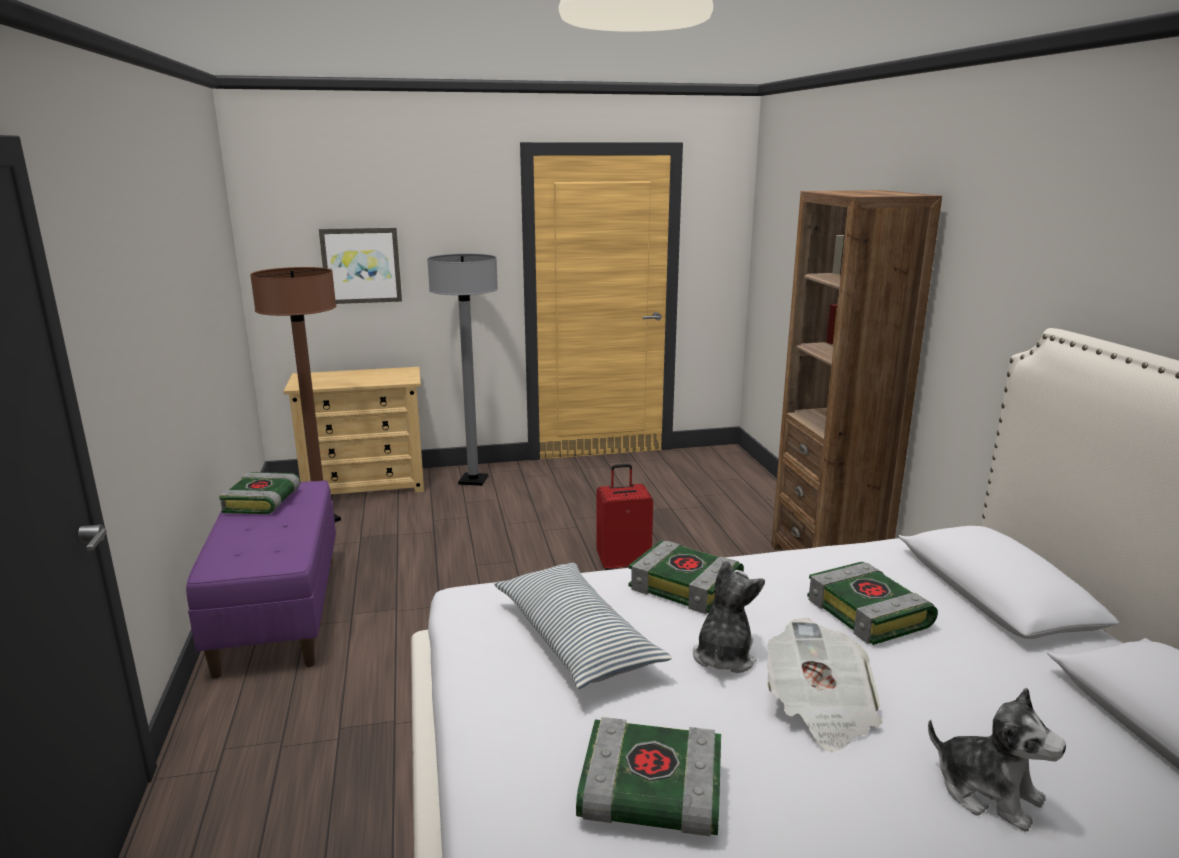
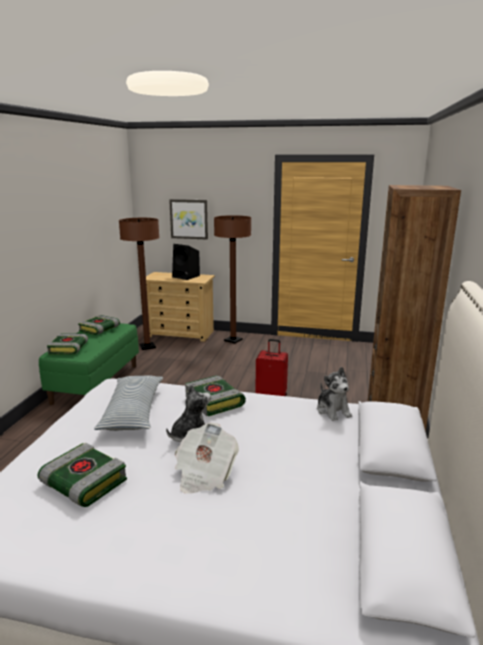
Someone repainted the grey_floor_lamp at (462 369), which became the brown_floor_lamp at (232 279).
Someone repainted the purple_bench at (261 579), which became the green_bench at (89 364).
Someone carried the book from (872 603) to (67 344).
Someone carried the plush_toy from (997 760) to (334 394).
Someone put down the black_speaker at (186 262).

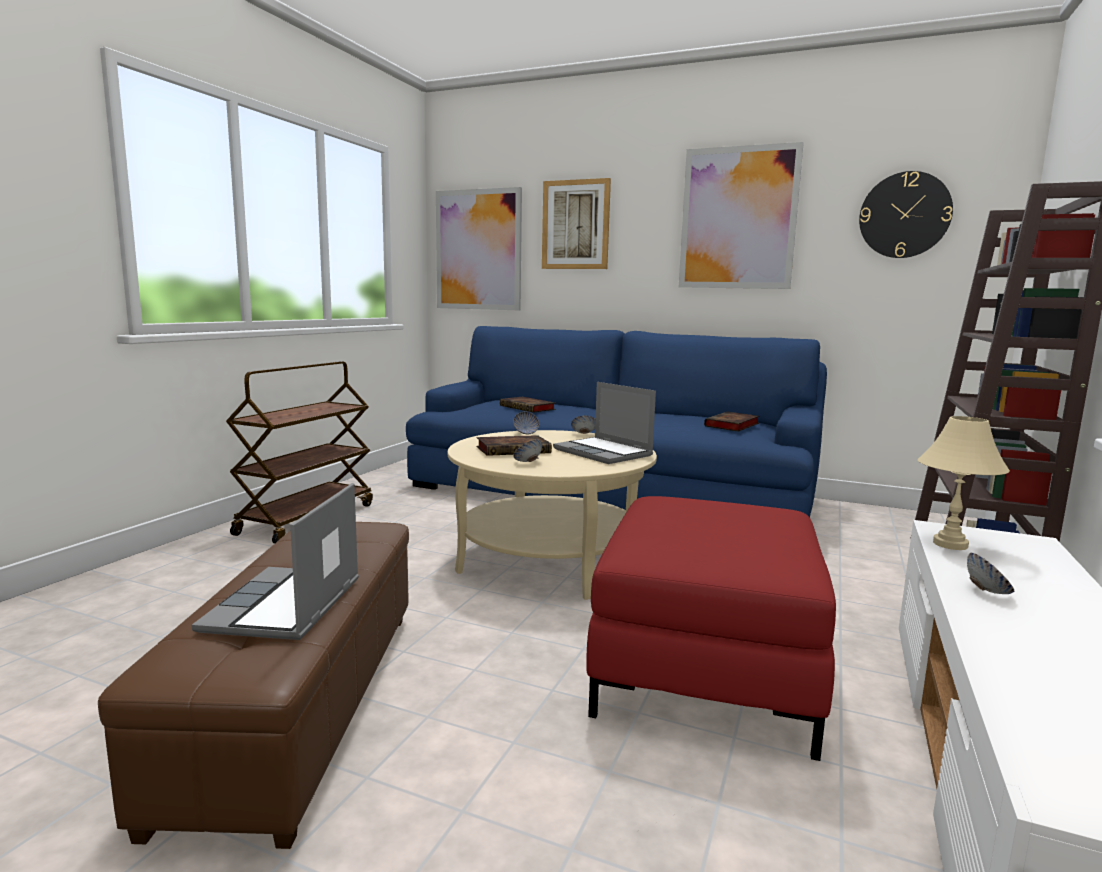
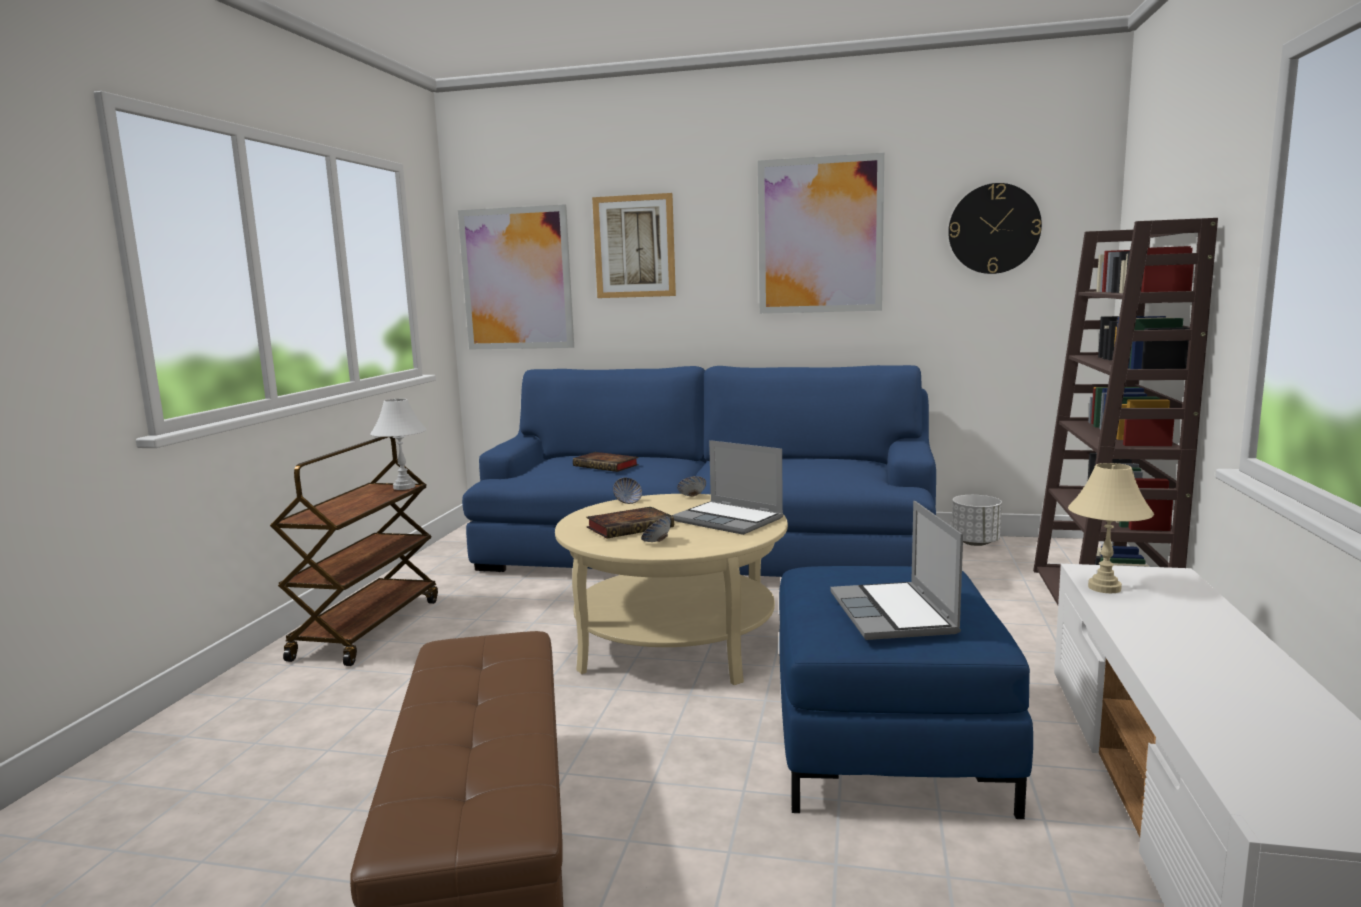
Someone took away the book at (731 421).
Someone carried the laptop from (275 561) to (896 570).
Someone repainted the red_ottoman at (711 628), which became the blue_ottoman at (906 692).
Someone took away the bowl at (990 573).
Someone put down the white_table_lamp at (398 444).
Someone put down the white_planter at (977 520).

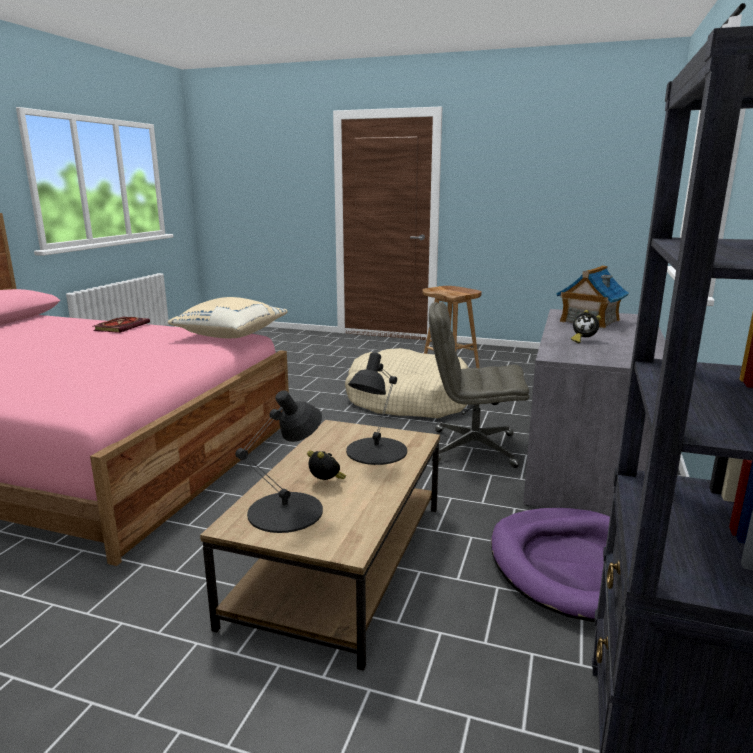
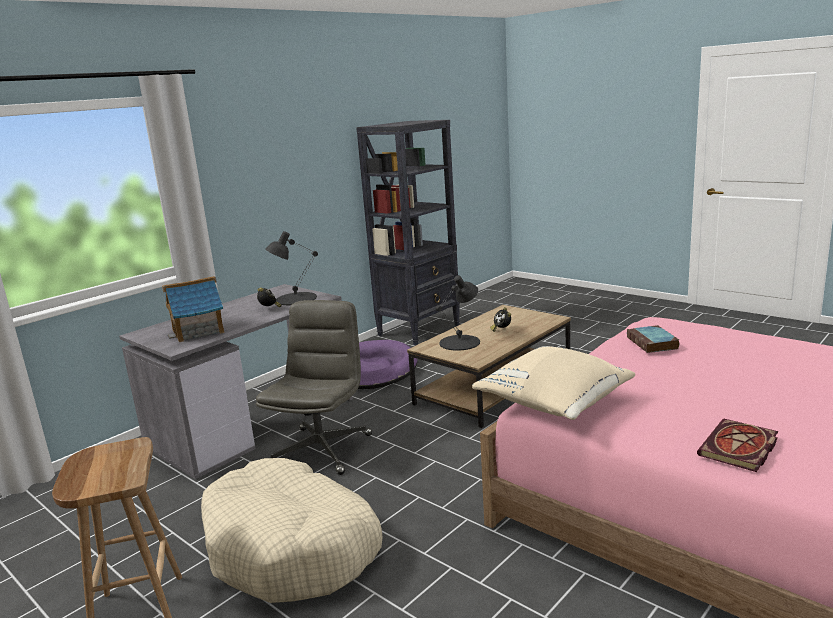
Someone rotated the grey_office_chair at (479 385) by 105 degrees counterclockwise.
Someone carried the black_table_lamp from (279 461) to (291 268).
Someone put down the book at (653 339).

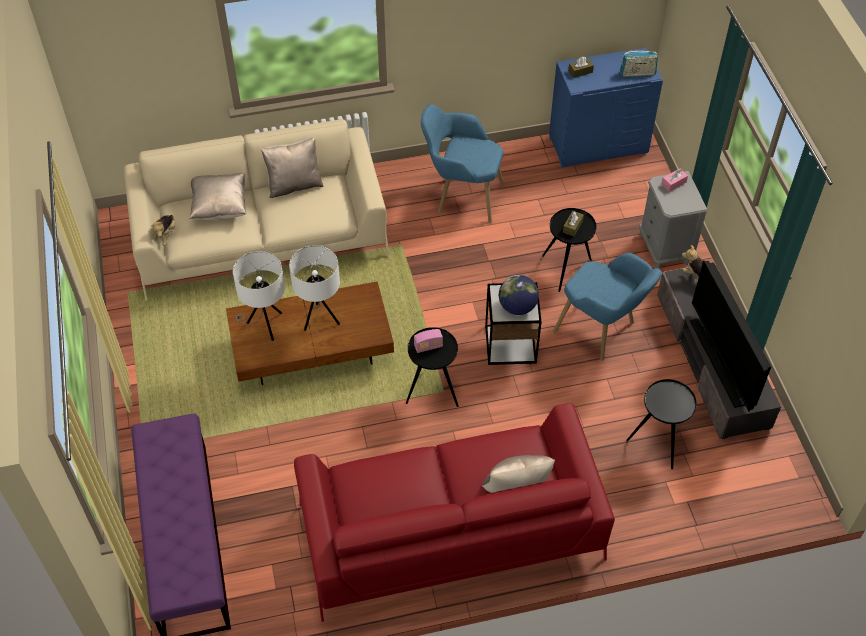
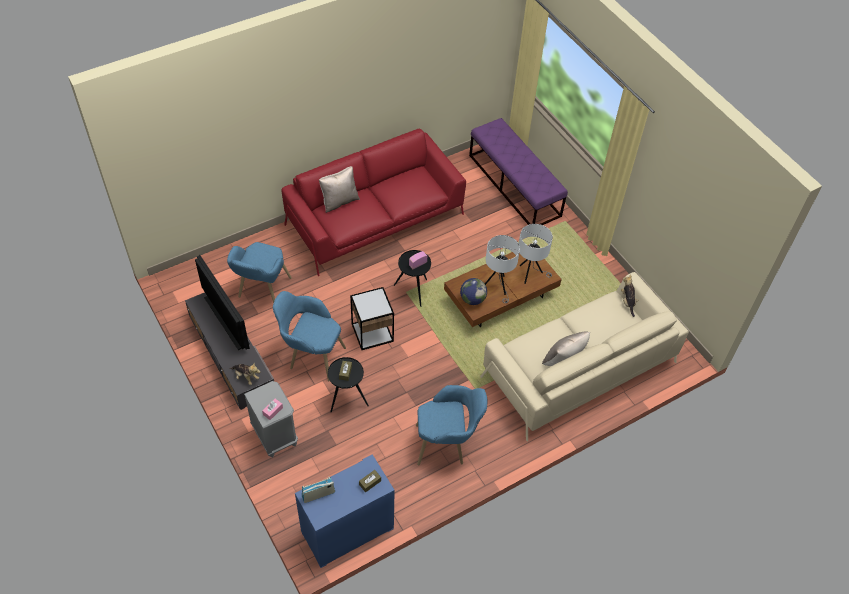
Someone took away the beige_pillow at (218 196).
Someone carried the globe from (519 295) to (473 291).
Someone swapped the black_side_table at (661 424) for the blue_armchair at (259 272).

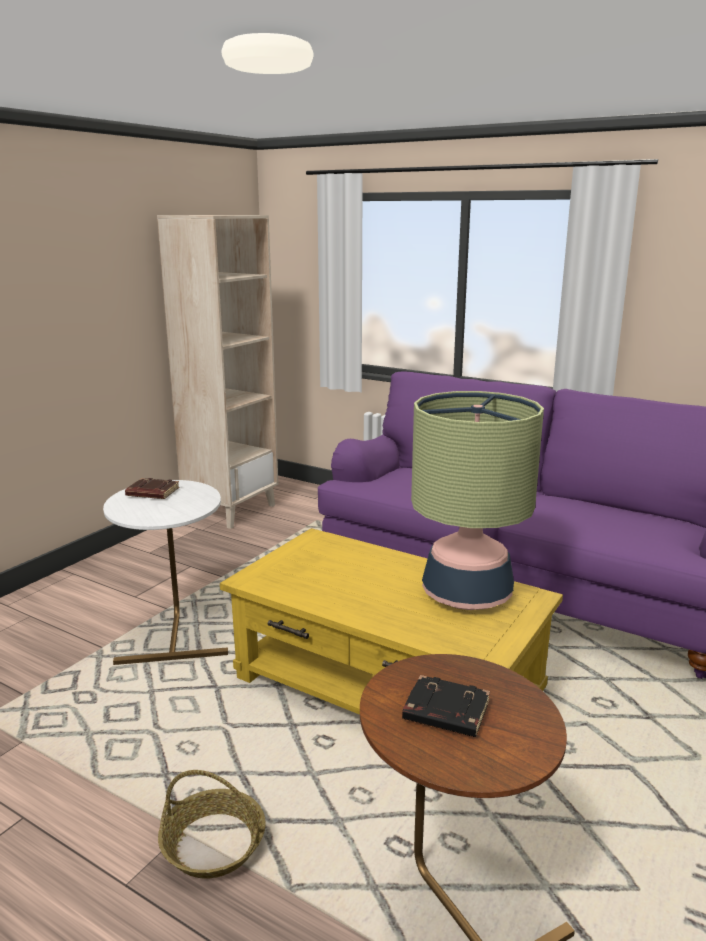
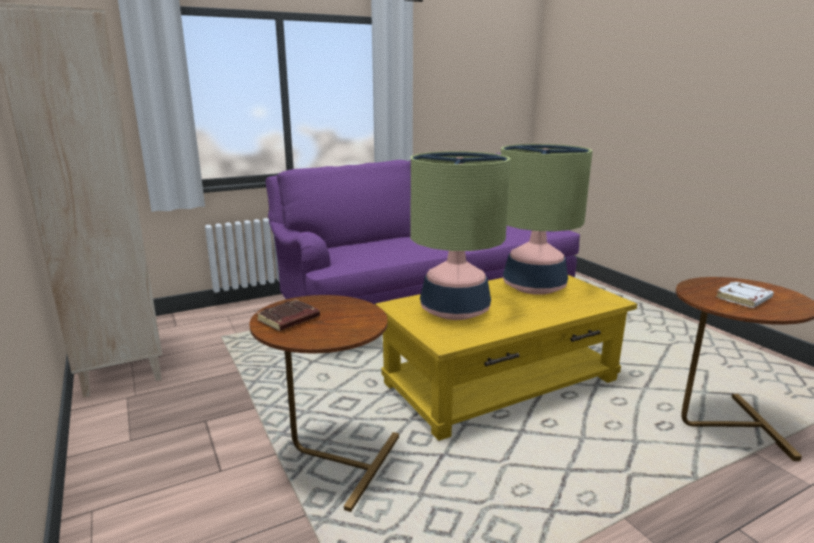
Someone repainted the white_side_table at (165 572), which became the brown_side_table at (324 403).
Someone repainted the black_book at (446 706), which became the white_book at (744 294).
Someone took away the basket at (212 824).
Someone put down the table_lamp at (461 235).

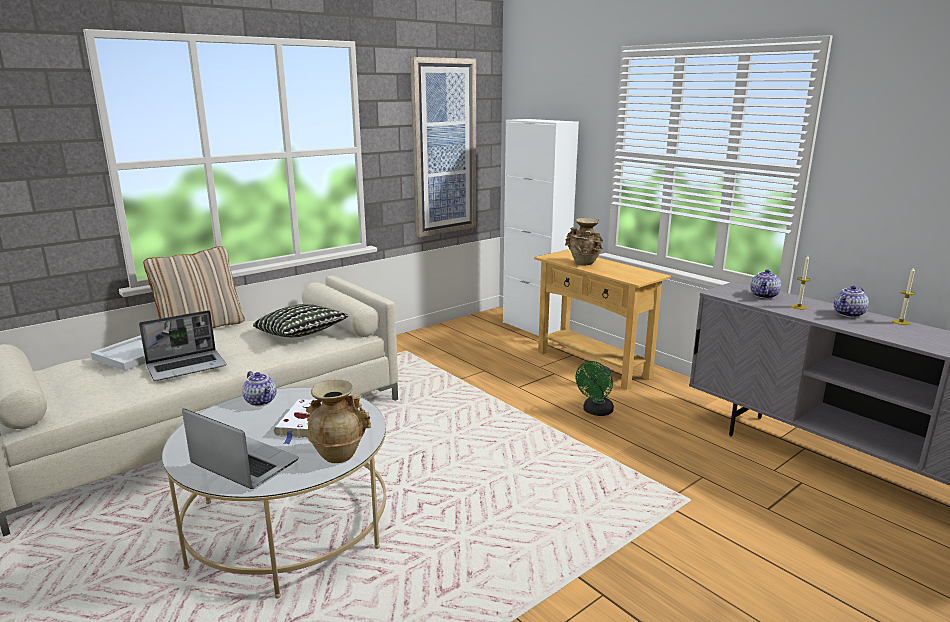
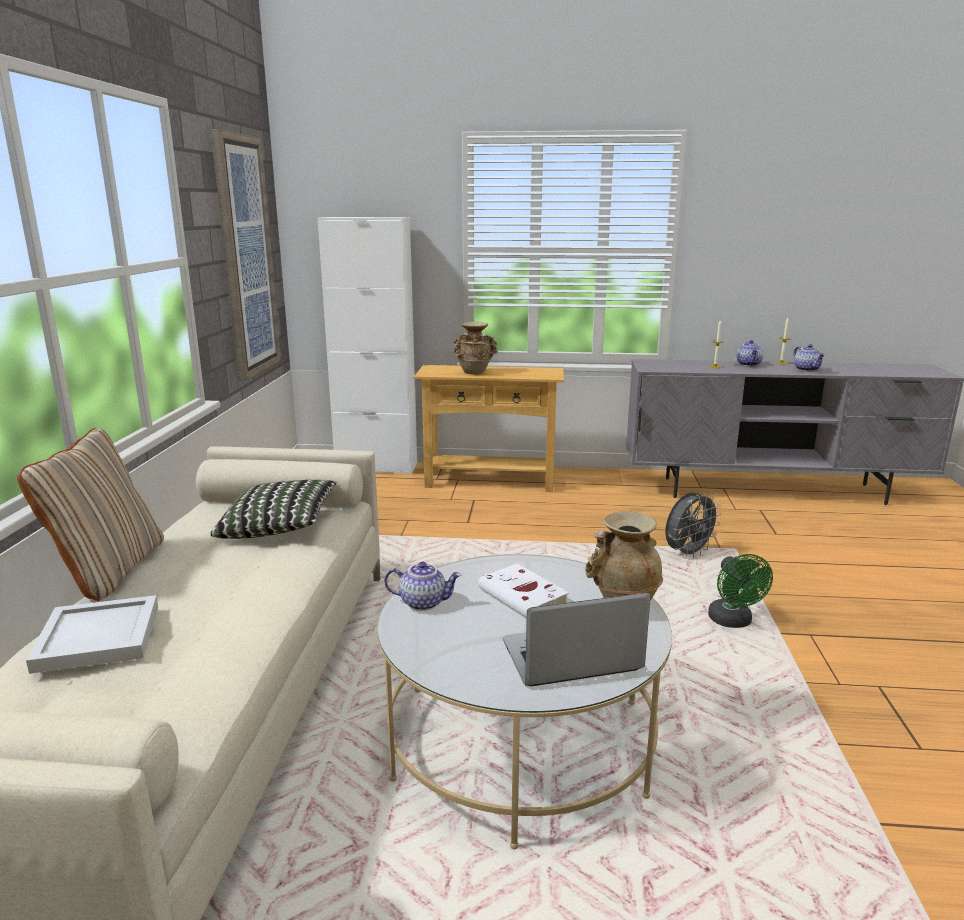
Someone carried the teapot from (765 284) to (809 358).
Someone took away the laptop at (183 345).
Someone carried the green_fan from (594 388) to (740 591).
Someone put down the grey_fan at (693 525).

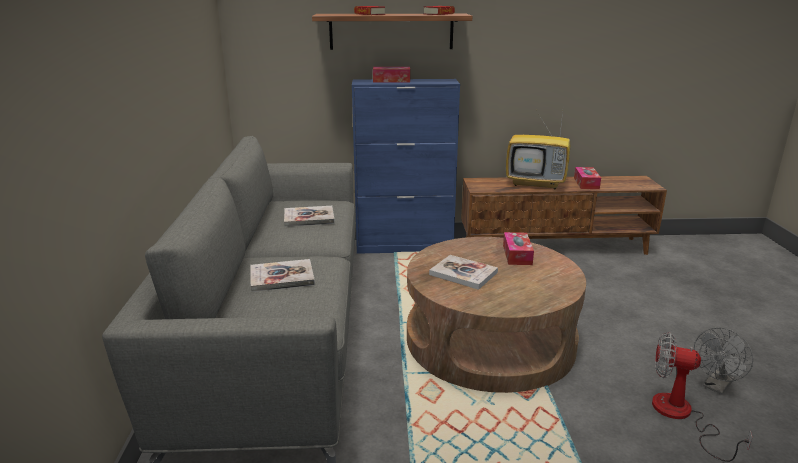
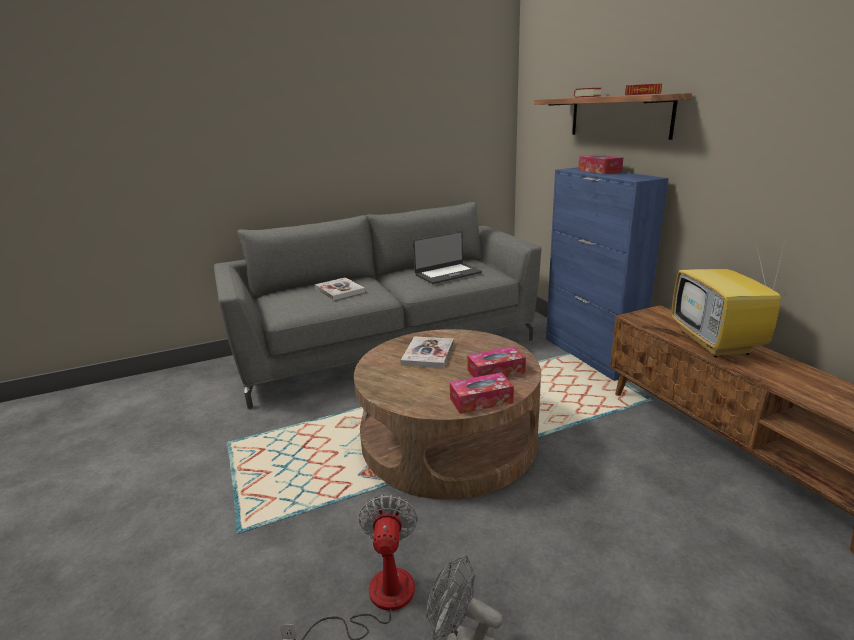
Someone carried the tissue_box from (587 178) to (482 393).
Someone swapped the book at (309 216) for the laptop at (447 257).

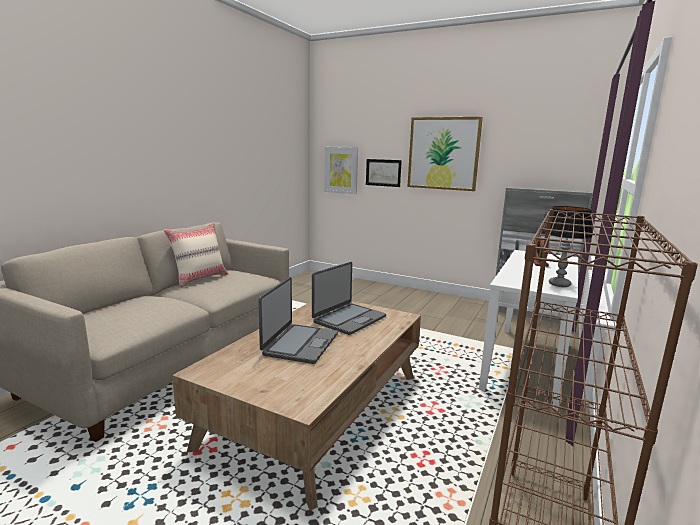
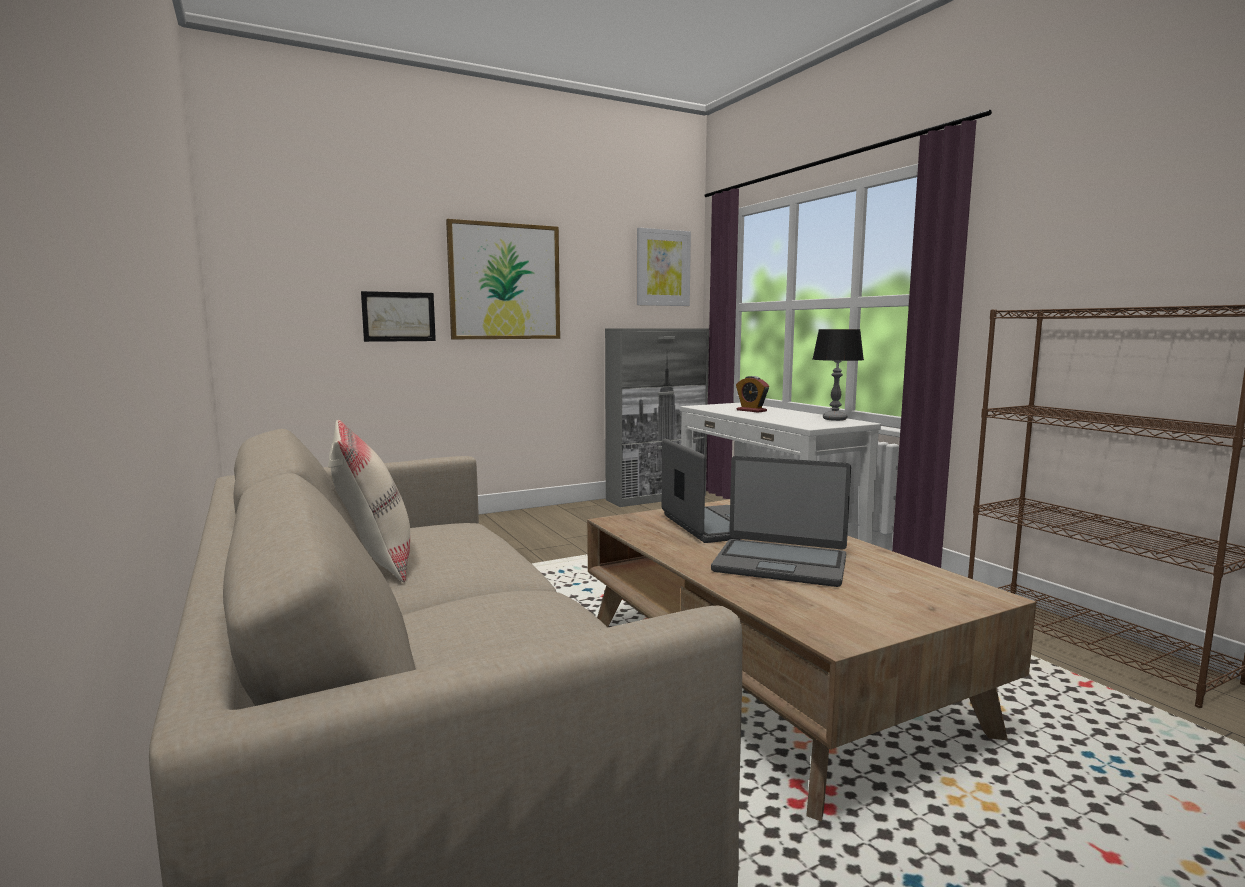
Someone carried the picture from (341 170) to (664 266).
Someone rotated the laptop at (298 320) by 150 degrees clockwise.

